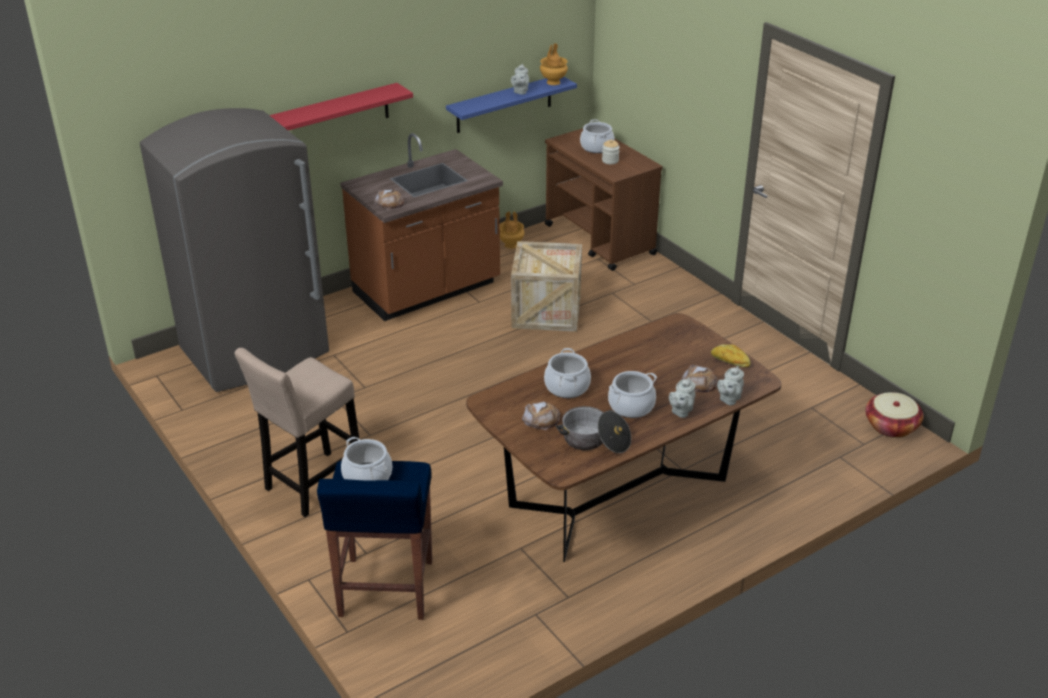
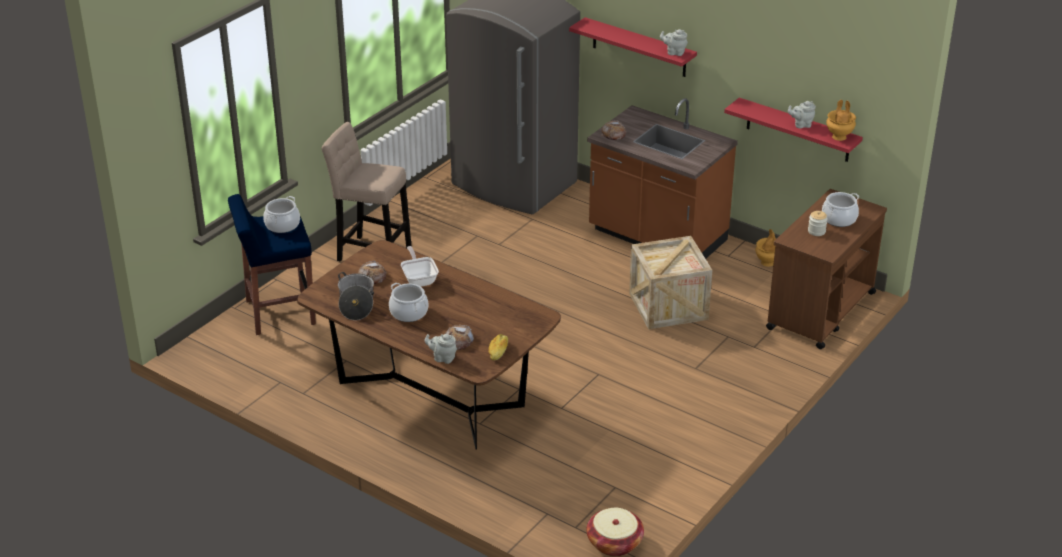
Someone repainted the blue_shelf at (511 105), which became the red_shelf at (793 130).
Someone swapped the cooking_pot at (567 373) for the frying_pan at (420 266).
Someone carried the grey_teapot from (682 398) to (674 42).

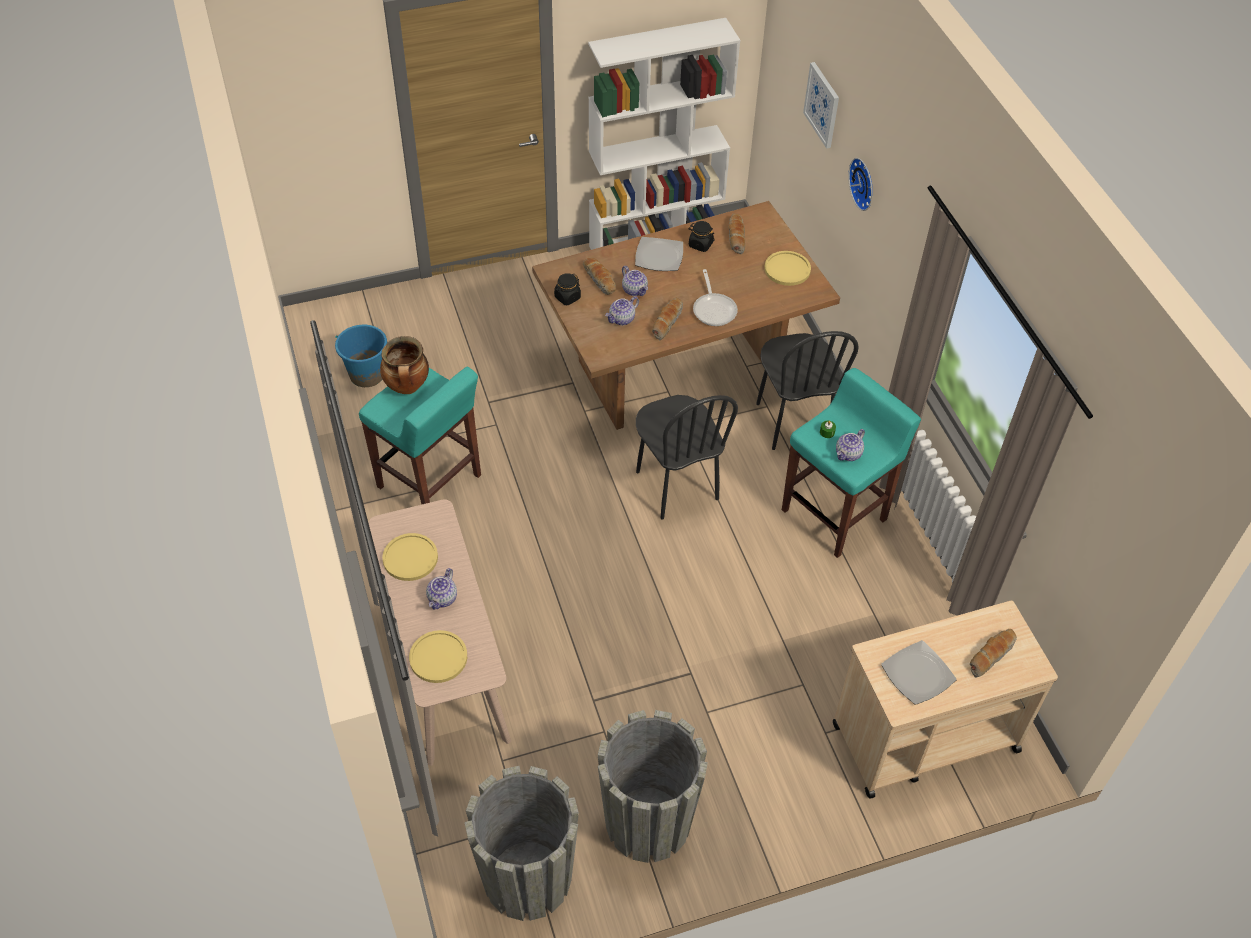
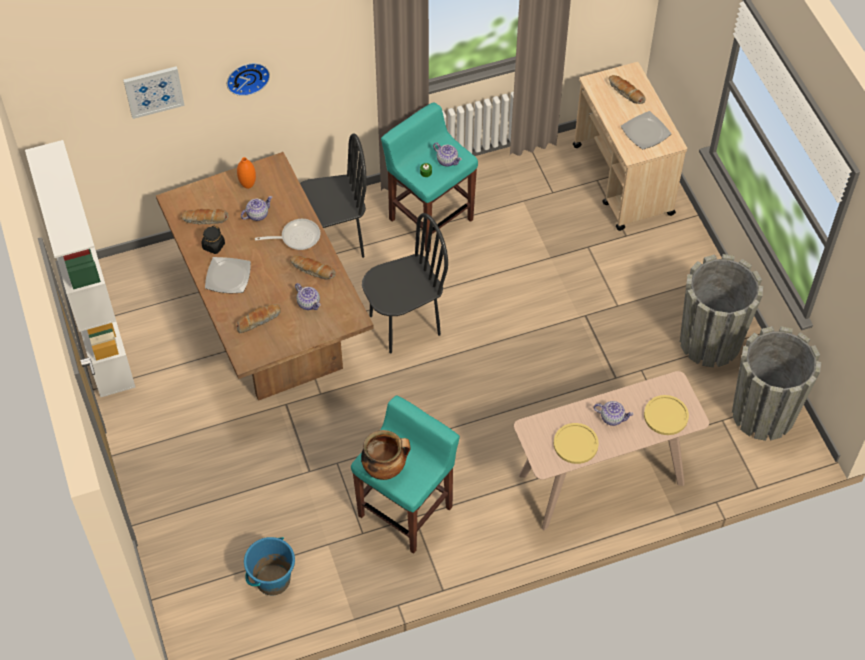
Someone swapped the yellow_plate at (787 268) for the orange_vase at (246 173).
Someone carried the teapot from (635 281) to (256 208).
Someone took away the black_jar at (567 289).

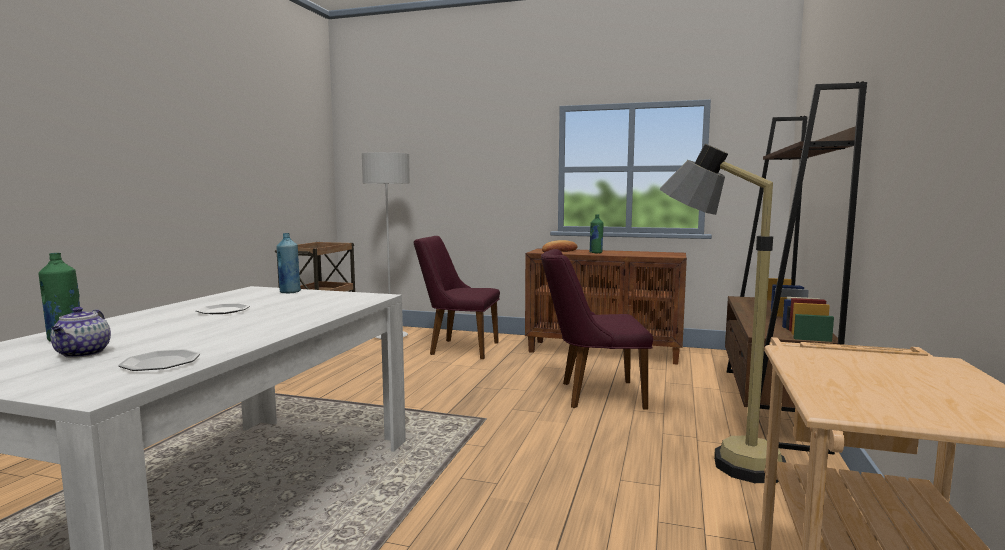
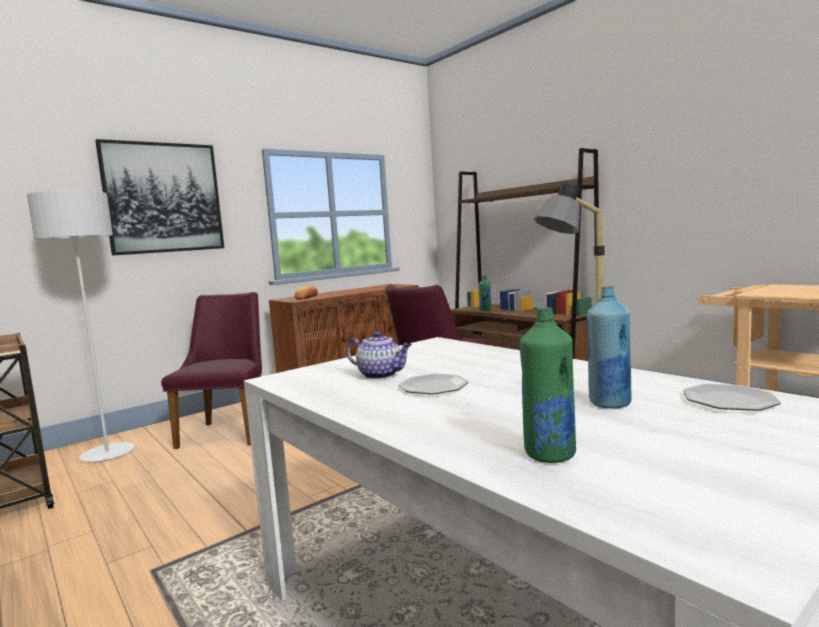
Someone carried the green_bottle from (596 233) to (485 293).
Someone carried the blue_bottle from (288 263) to (609 347).
Someone rotated the purple_chair at (456 297) by 135 degrees clockwise.
Someone carried the teapot from (80 332) to (379 355).
Someone put up the picture at (159 197).

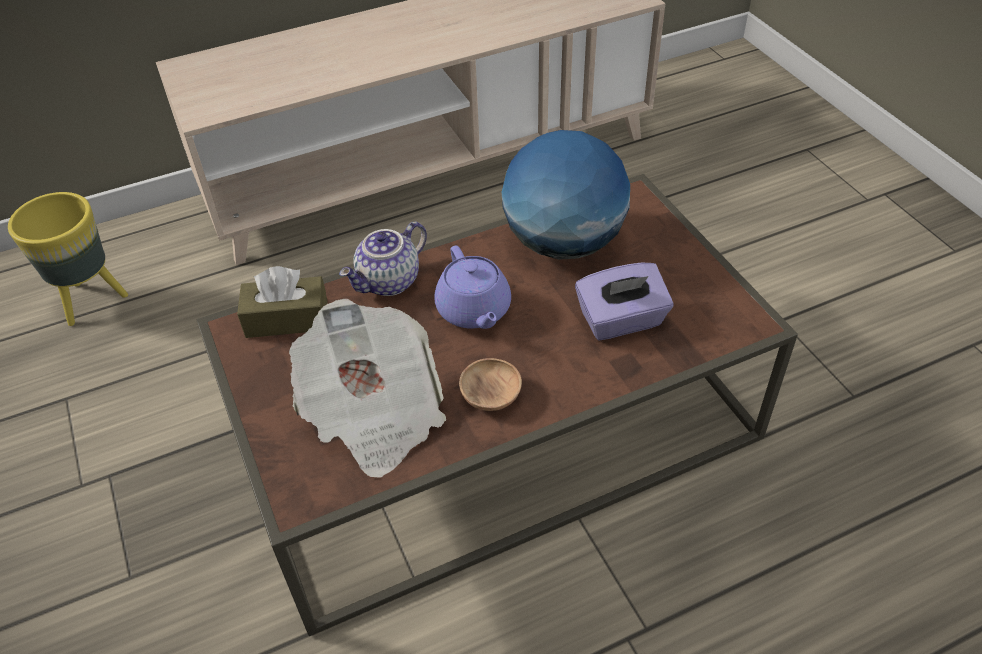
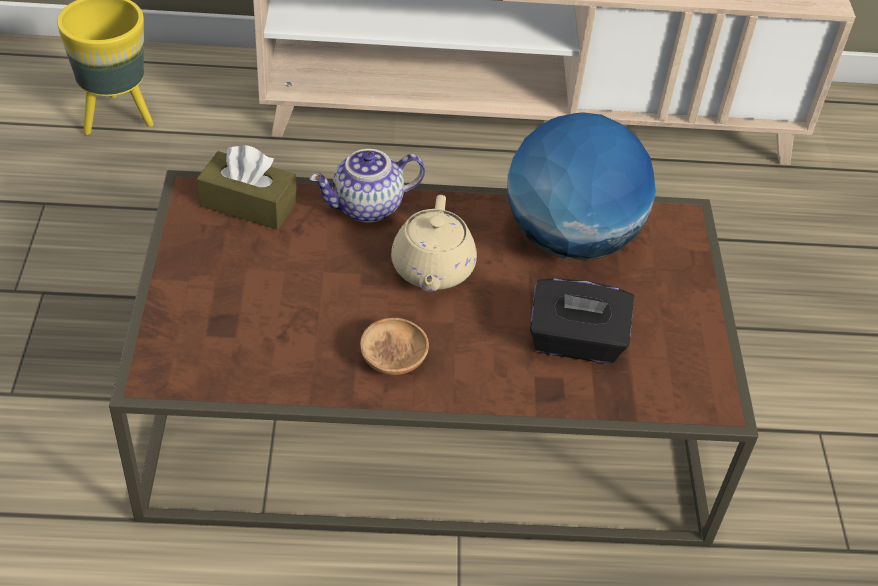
Someone repainted the purple_teapot at (472 287), which became the beige_teapot at (434 243).
Someone repainted the purple_tissue_box at (624 301), which became the black_tissue_box at (582 320).
Someone took away the newspaper at (367 388).

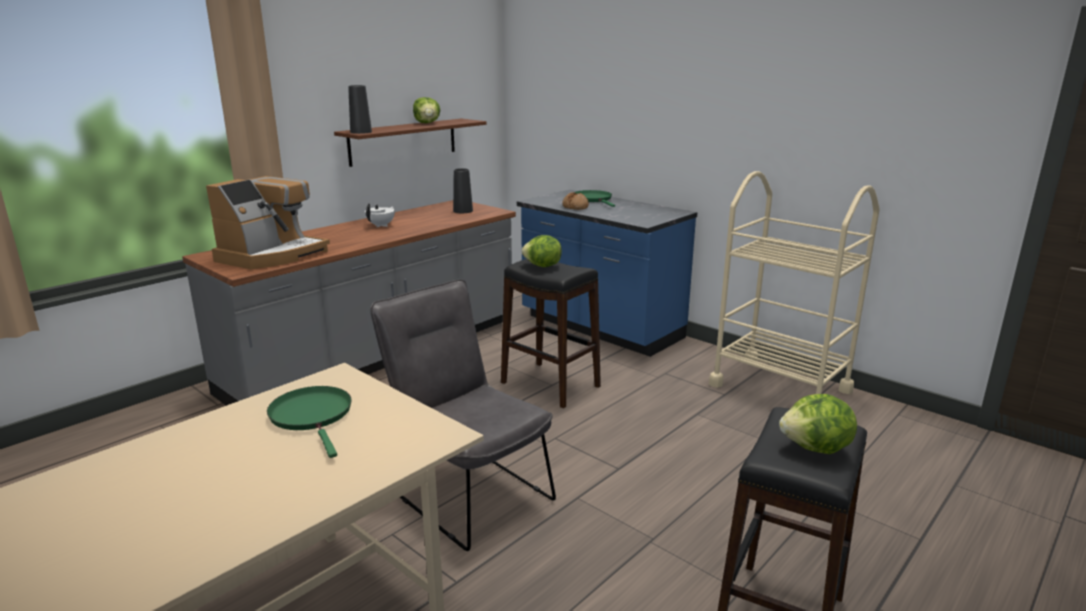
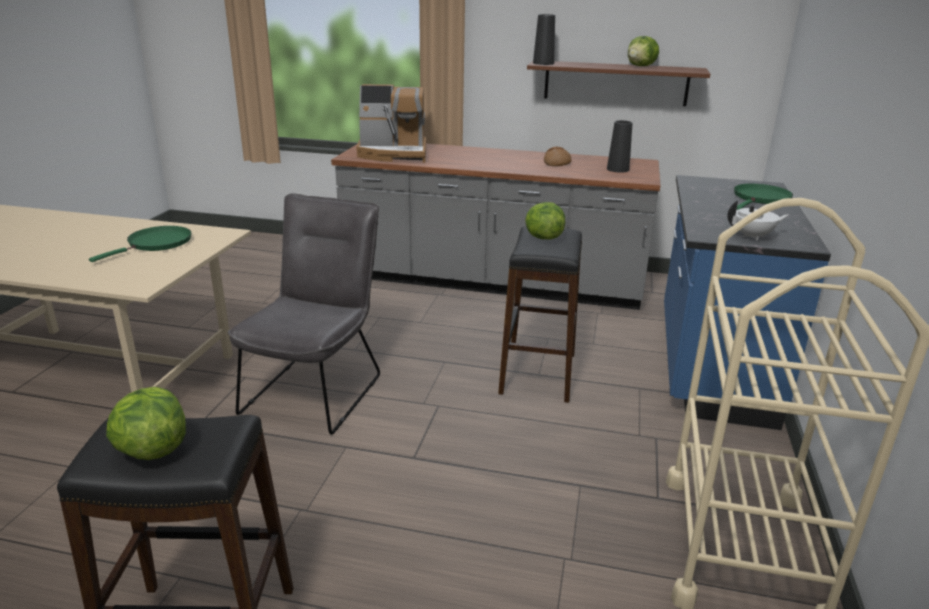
Someone carried the bread from (575 201) to (558 156).
Someone carried the white_teapot from (380 215) to (758 220).

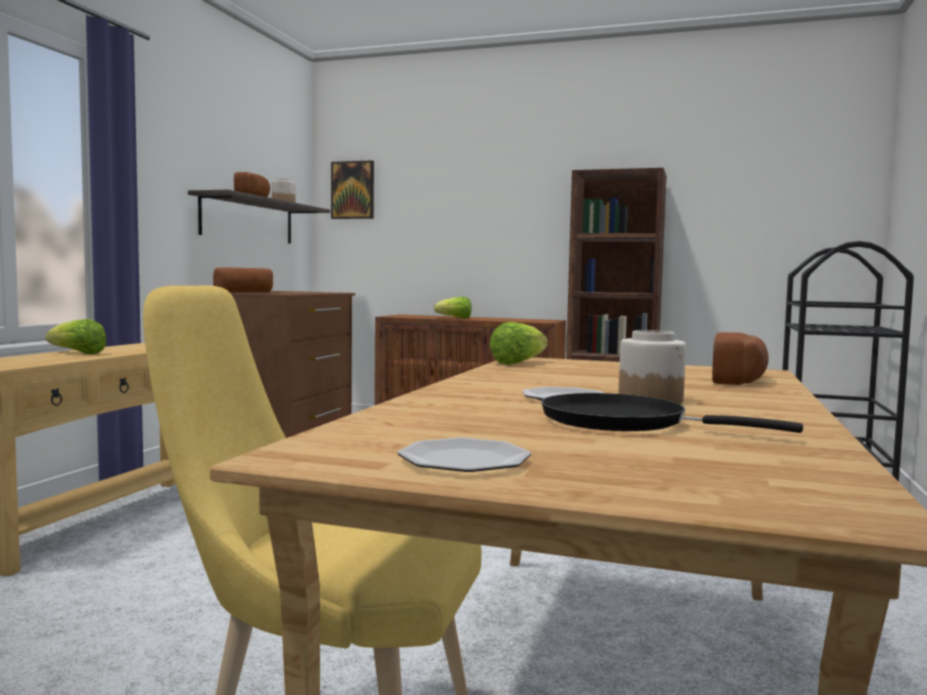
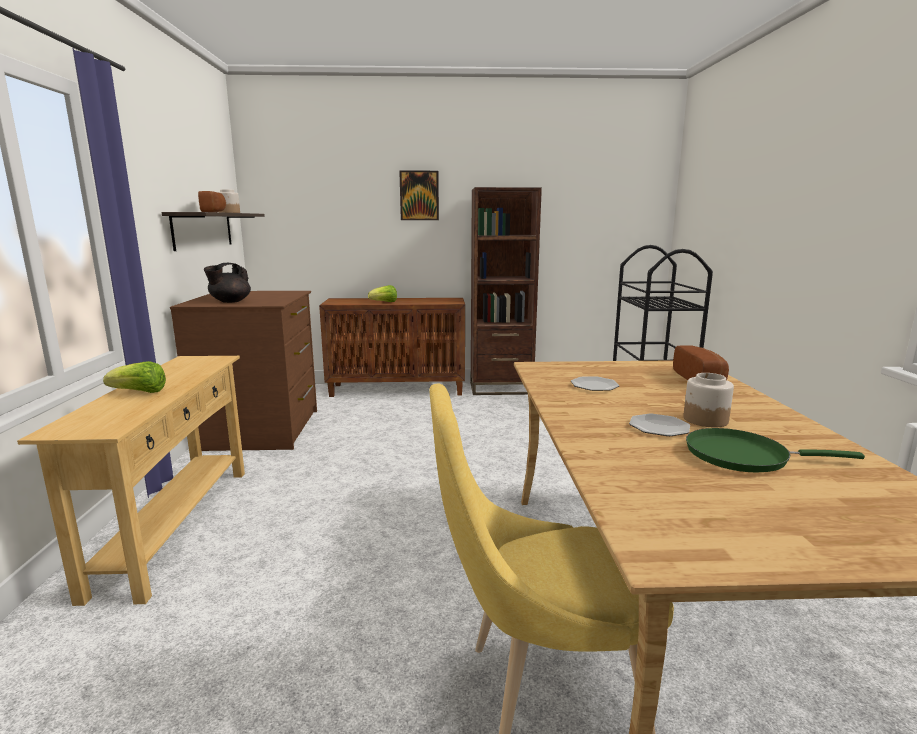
Someone carried the picture from (352 189) to (419 195).
Someone swapped the bread at (243 279) for the black_teapot at (227 283).
Someone took away the lettuce at (519 343).
Someone repainted the black_frying_pan at (672 413), which became the green_frying_pan at (775 450).
Someone carried the plate from (464 454) to (595 384).

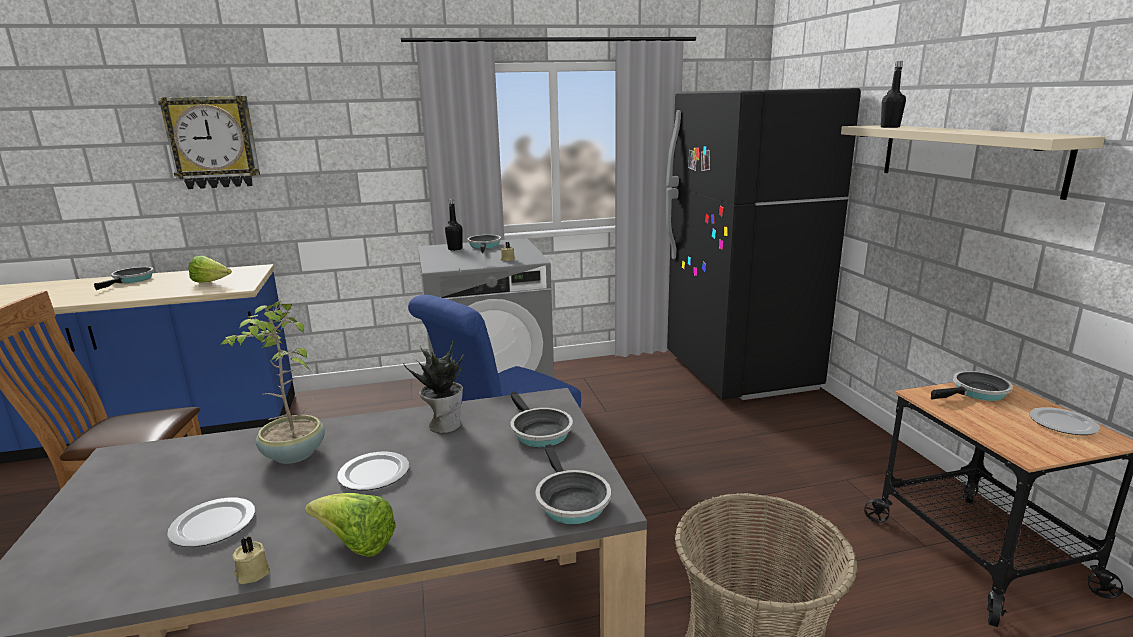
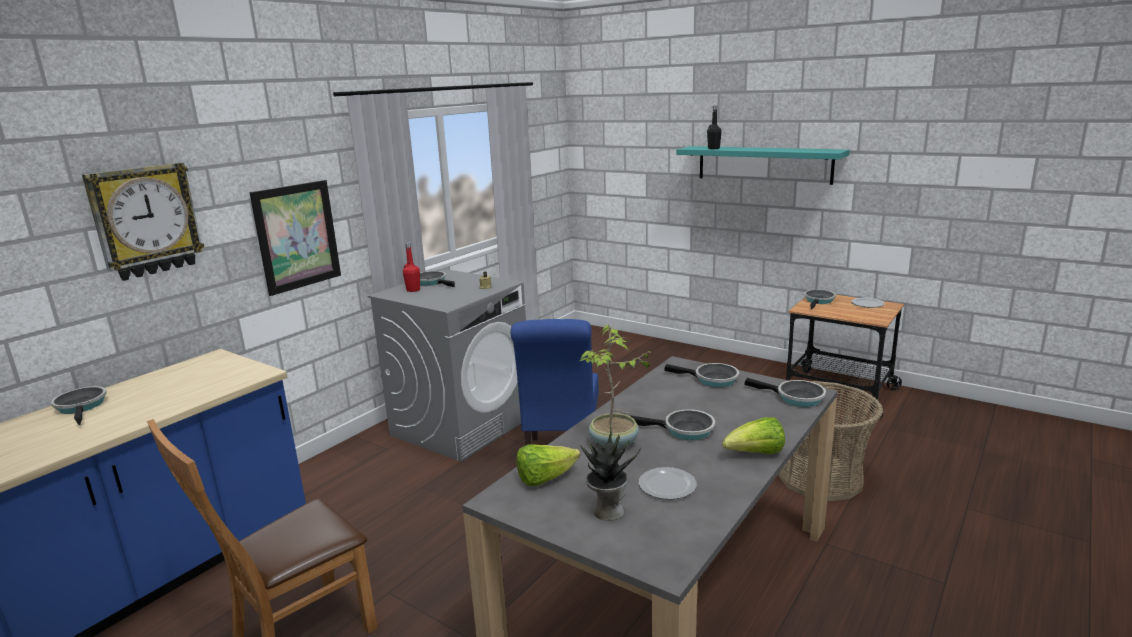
Someone took away the black_fridge at (763 244).
Someone repainted the beige_shelf at (973 162), which became the turquoise_shelf at (763 165).
Someone repainted the black_bottle at (454 225), which became the red_bottle at (411 267).
Someone carried the lettuce from (210 269) to (548 465).
Someone carried the potted_plant from (433 386) to (610 473).
Someone swapped the plate at (373 471) for the frying_pan at (672 424).
Someone took away the beige_candle at (251 560).
Someone put up the picture at (295 238).

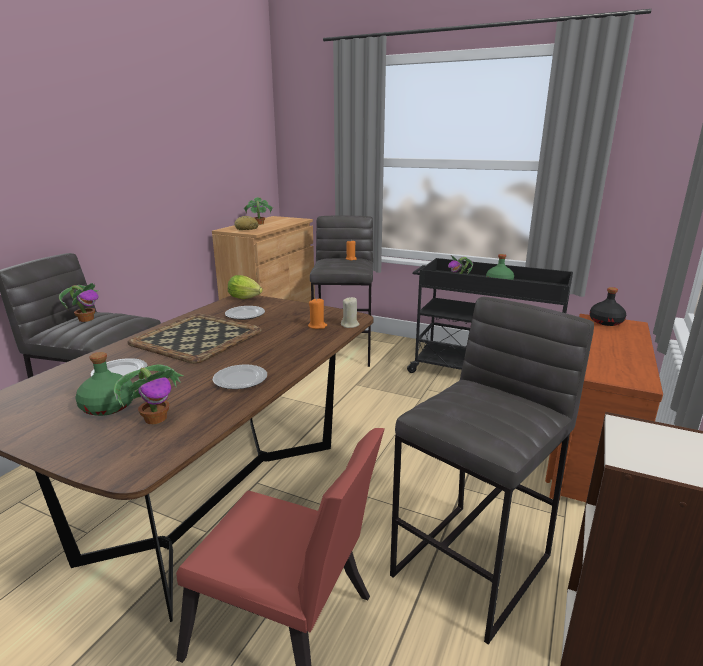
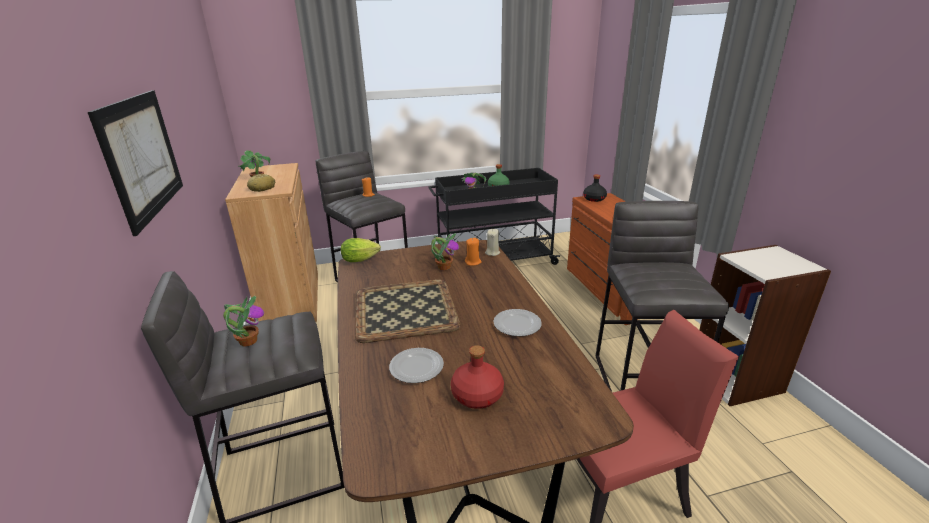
Someone took away the plate at (245 313).
Someone repainted the green_bottle at (105 384), which became the red_bottle at (477 377).
Someone carried the potted_plant from (149 394) to (445 252).
Someone put up the picture at (135 163).

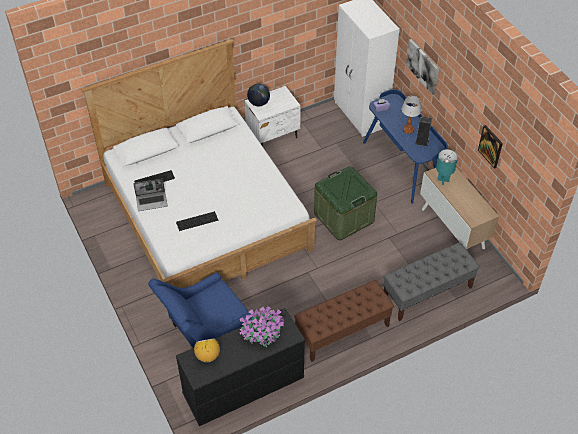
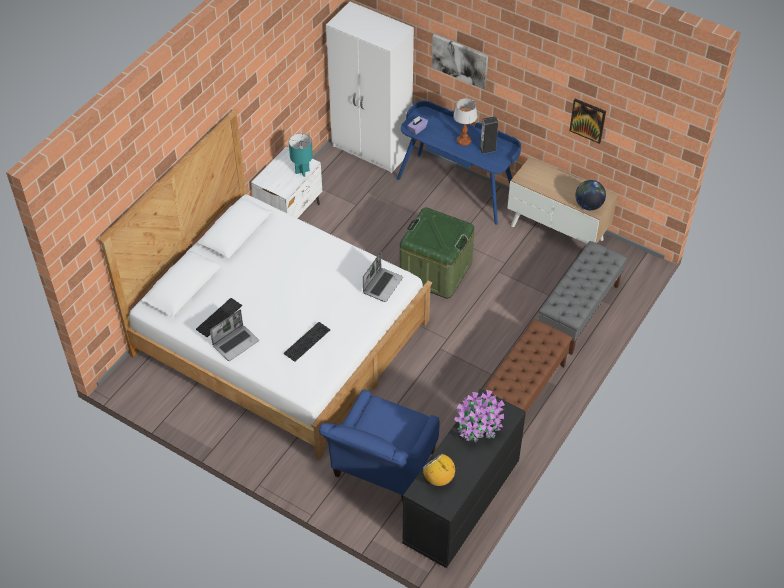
Someone carried the globe from (258 95) to (590 195).
Someone carried the turquoise_table_lamp from (447 167) to (301 155).
Someone put down the laptop at (383 277).

